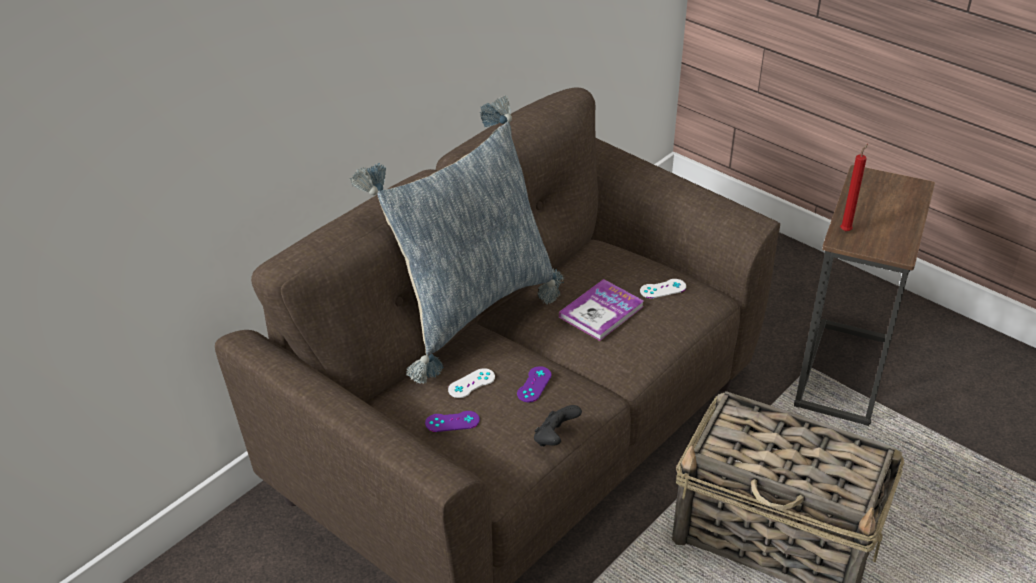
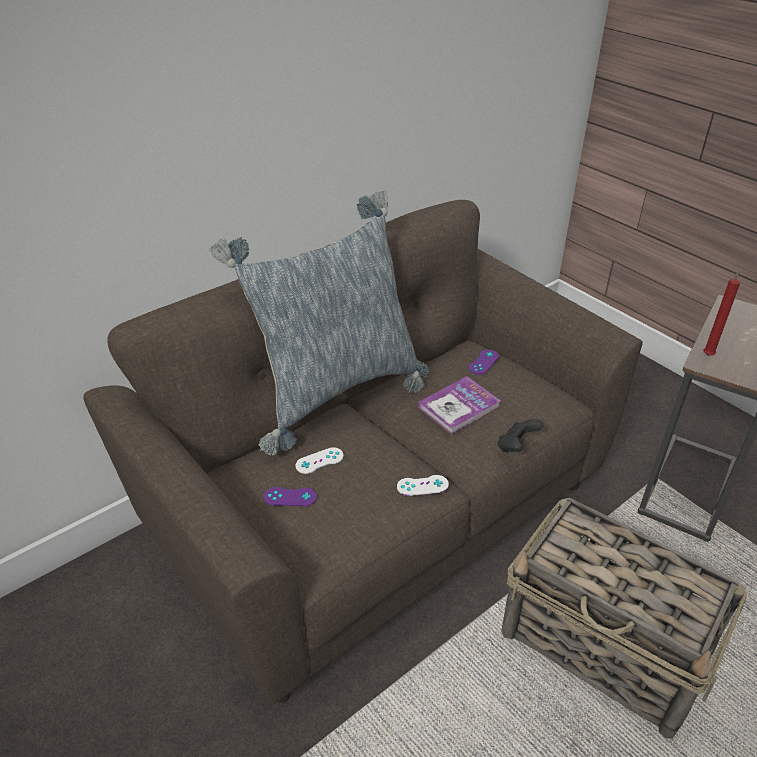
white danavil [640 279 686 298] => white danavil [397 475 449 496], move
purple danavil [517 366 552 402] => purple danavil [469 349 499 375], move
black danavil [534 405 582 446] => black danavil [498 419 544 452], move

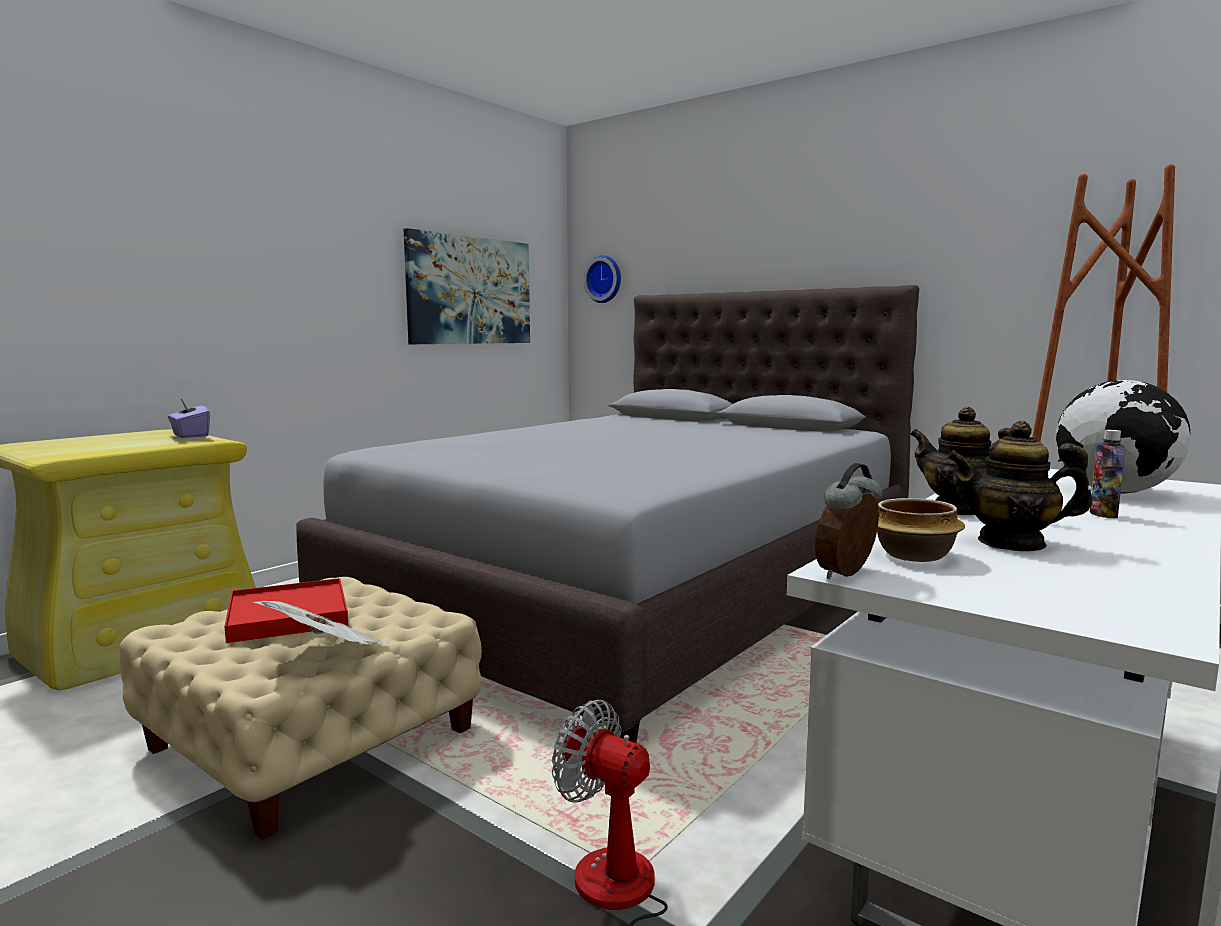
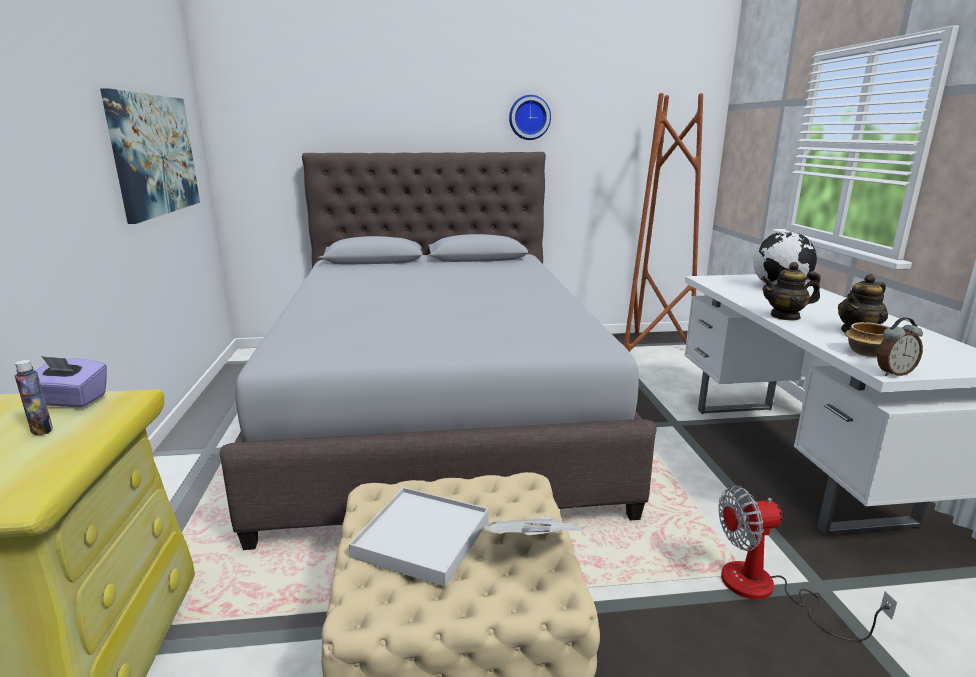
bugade [583 255 621 303] => bugade [509 95 551 140], move
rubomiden [1089 430 1125 518] => rubomiden [15 360 53 436], move
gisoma [815 463 882 579] => gisoma [877 317 923 376], 105 degrees counterclockwise
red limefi [224 578 348 643] => white limefi [349 487 488 587]

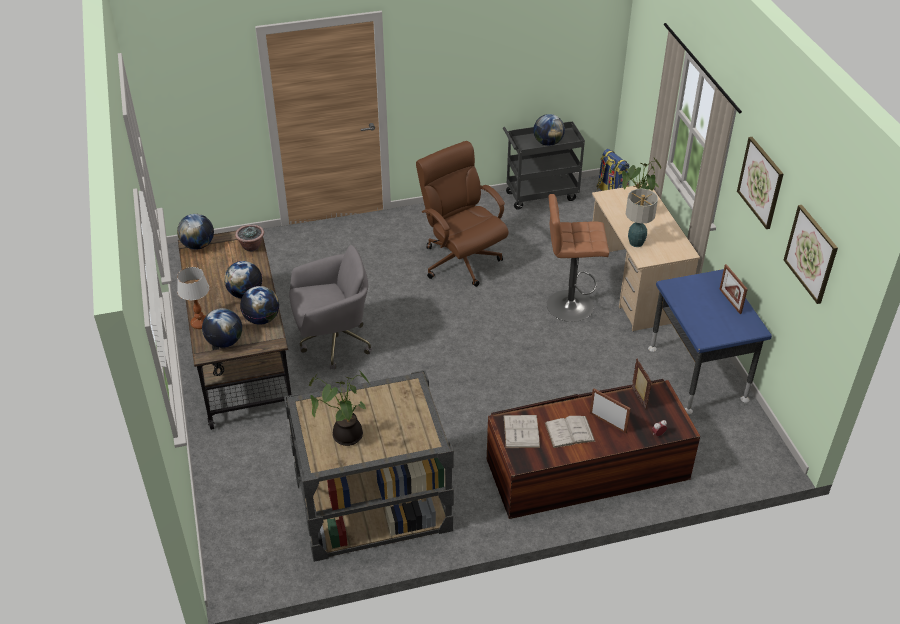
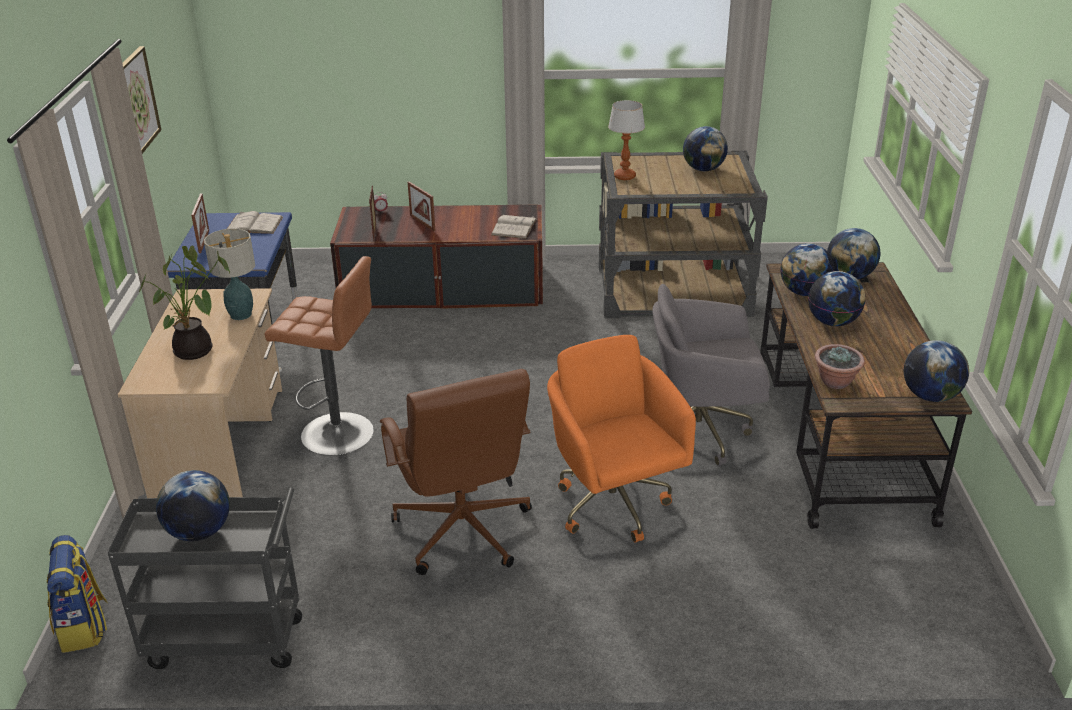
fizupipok [784 205 838 304] => nothing
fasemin [177 267 209 329] => fasemin [608 100 645 180], move
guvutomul [309 370 369 446] => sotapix [683 126 728 171]
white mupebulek [545 416 596 448] => white mupebulek [227 211 283 234], move
nothing => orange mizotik [547 335 696 543]

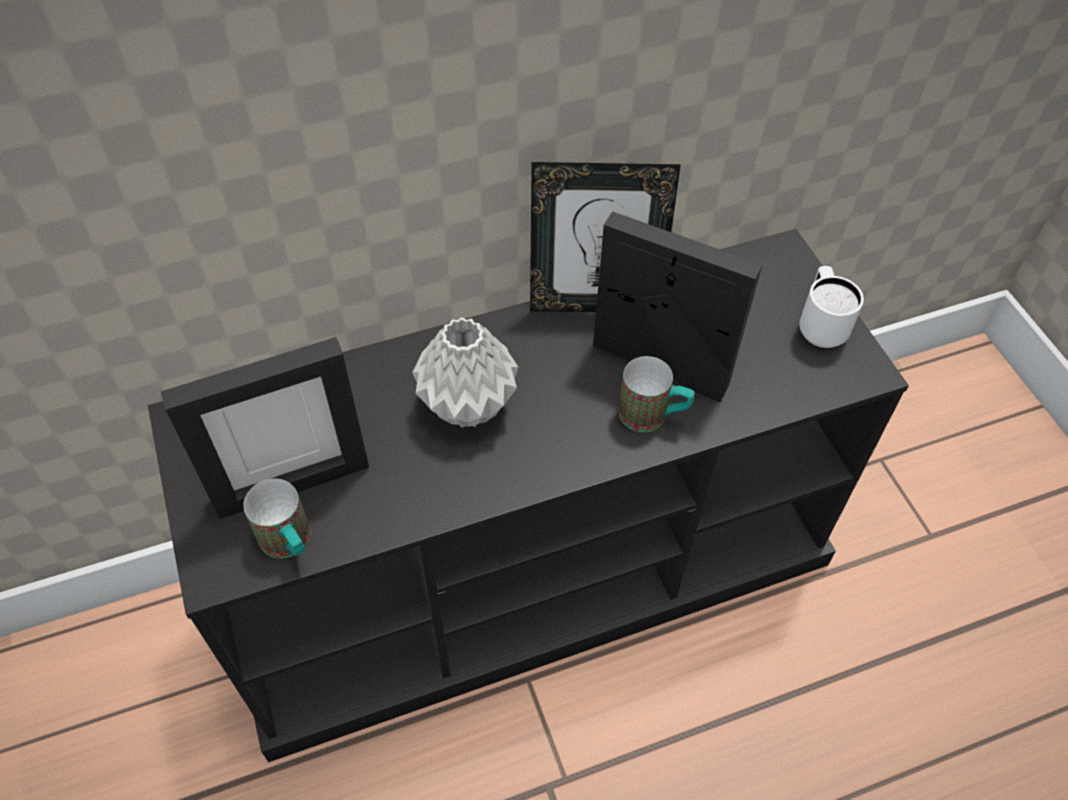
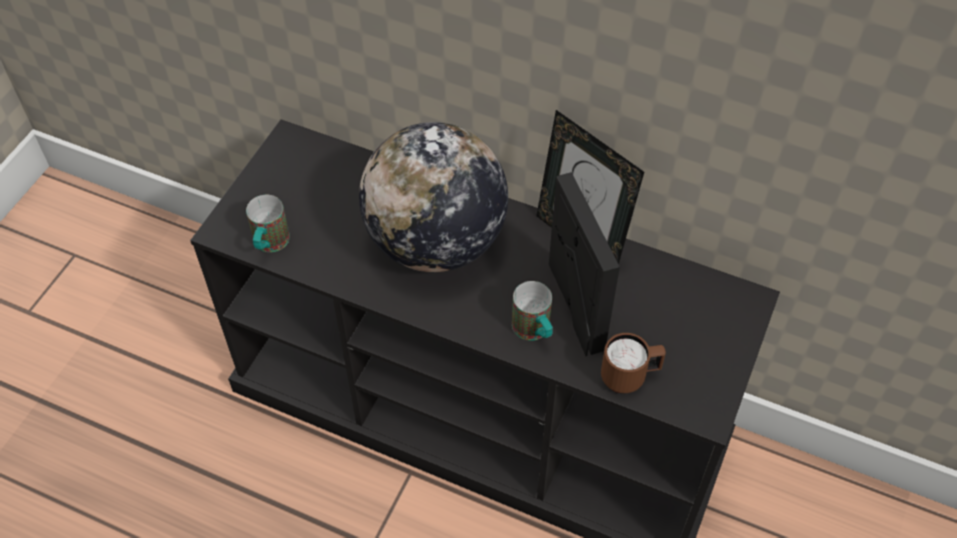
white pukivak [799 266 864 349] => nothing
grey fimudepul [412 317 518 428] => sotapix [359 122 508 272]
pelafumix [161 337 369 519] => nothing
nothing => brown pukivak [601 333 666 394]

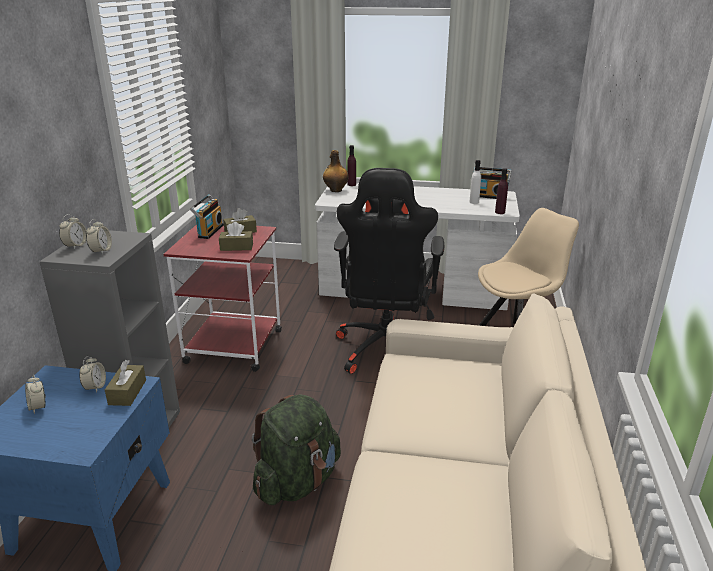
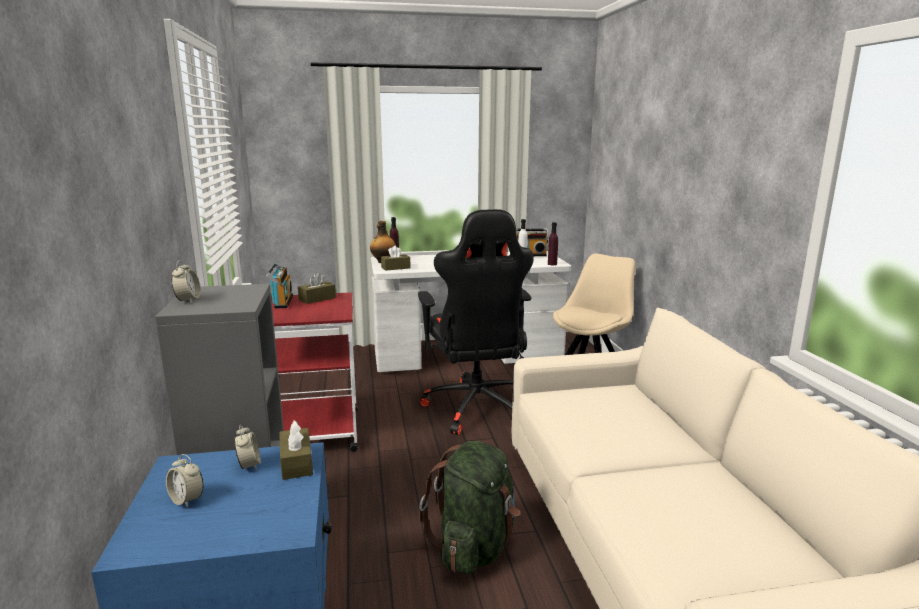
gisoma [86 219 112 254] => nothing
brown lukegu [219 222 253 251] => brown lukegu [381 246 411 271], move

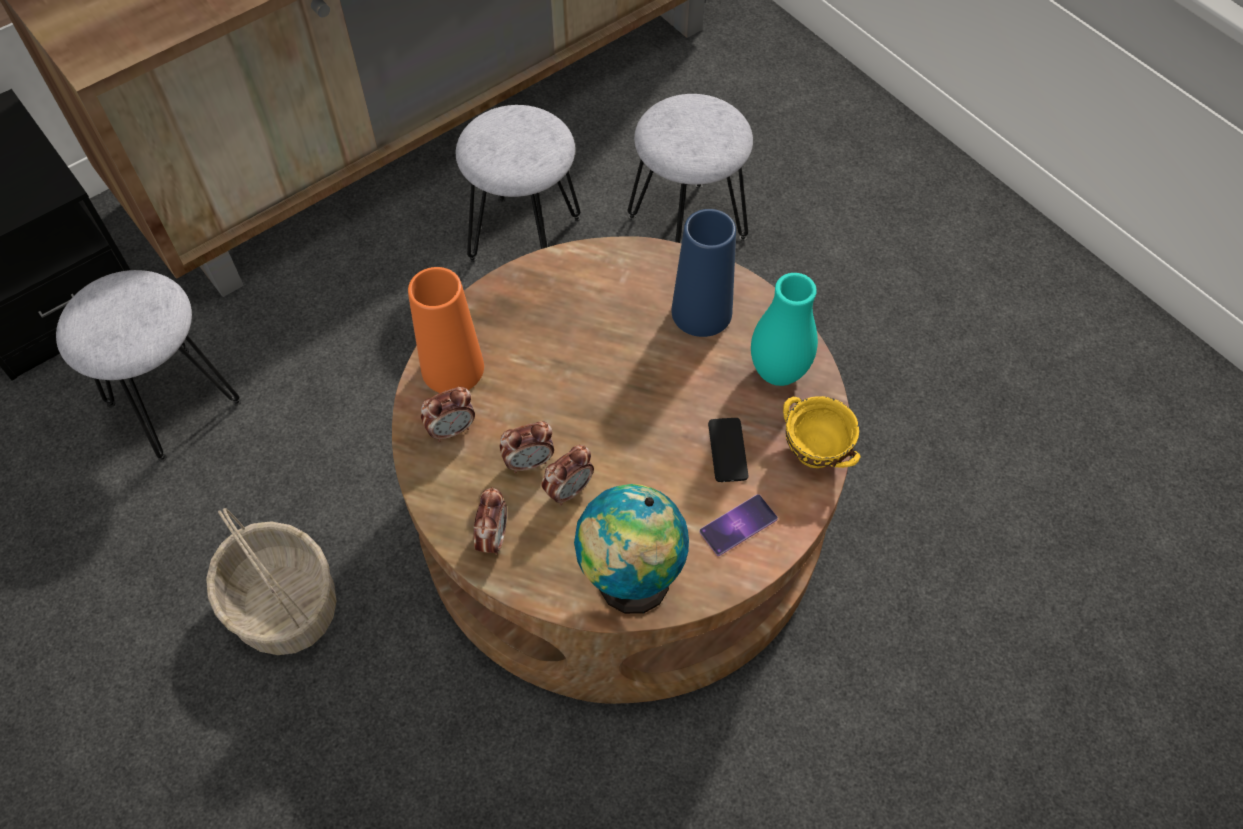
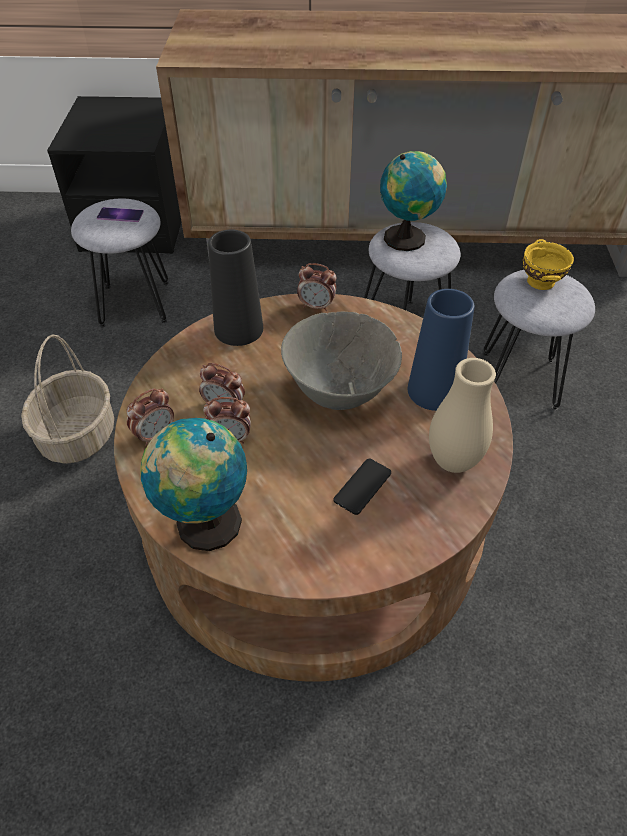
orange fimudepul [408 267 484 393] => black fimudepul [208 229 263 346]
turquoise fimudepul [751 273 818 386] => beige fimudepul [429 358 496 473]
gisoma [421 387 475 442] => gisoma [297 263 337 311], move
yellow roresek [783 396 860 468] => yellow roresek [523 239 574 290], move
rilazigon [700 494 778 556] => rilazigon [97 207 144 222], move
nothing => sotapix [380 151 447 251]
nothing => grey roresek [281 312 402 410]

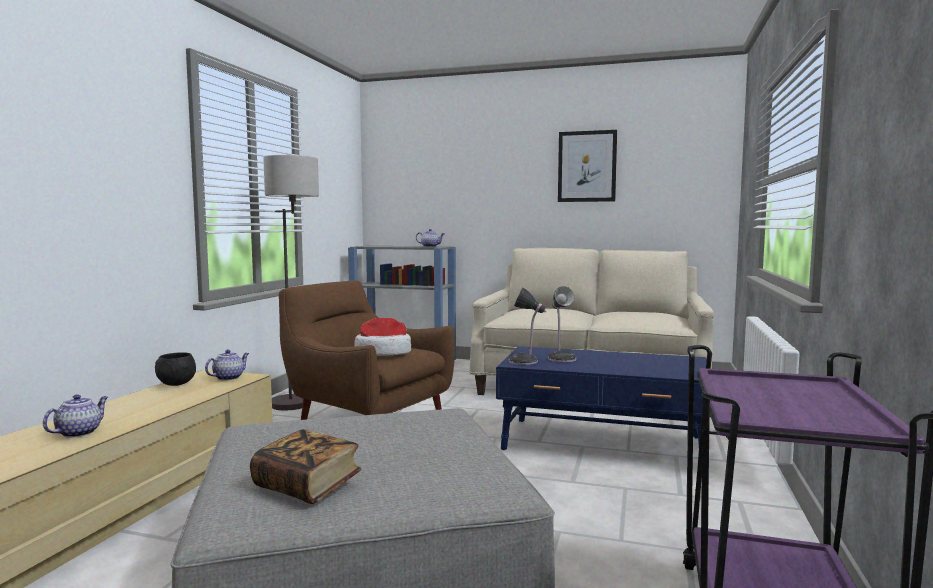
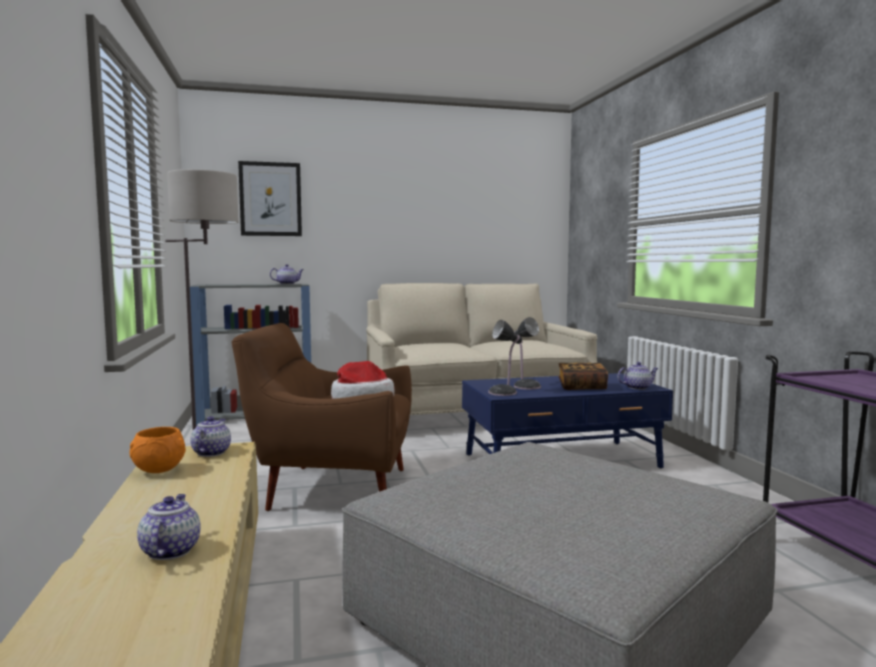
fizupipok [558 130 617 202] => fizupipok [238 161 302 236], move
black roresek [155 352 196 386] => orange roresek [130 427 186 473]
mupebulek [250 429 361 504] => mupebulek [559 363 608 390], move
nothing => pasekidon [617 362 658 390]

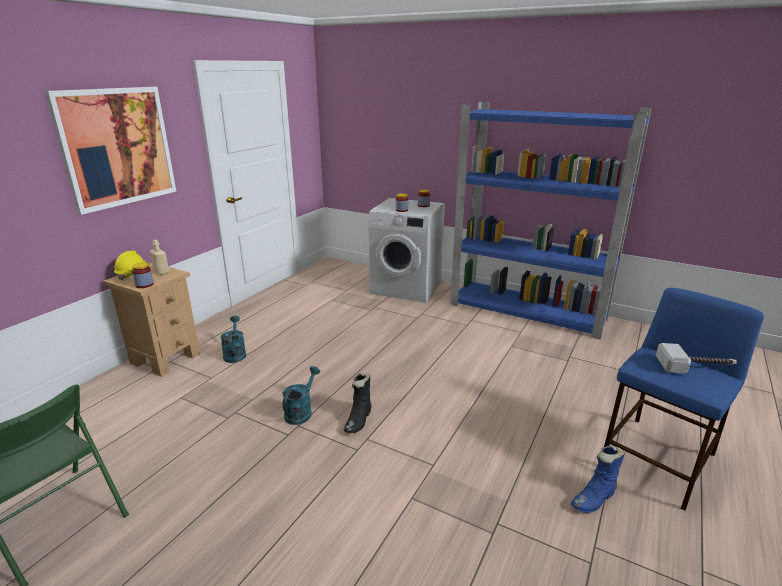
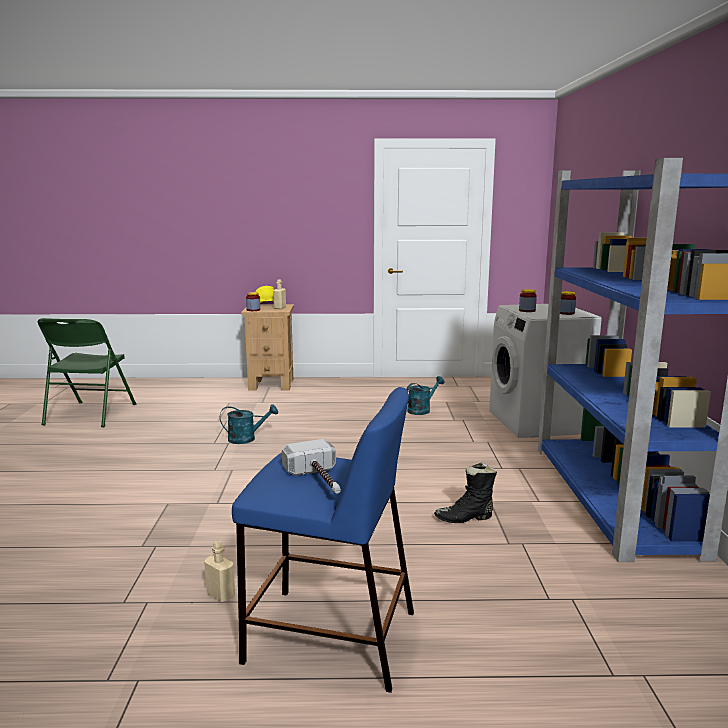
fizupipok [45 87 176 215] => nothing
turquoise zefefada [220 316 246 363] => turquoise zefefada [407 376 444 415], move
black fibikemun [344 373 372 433] => black fibikemun [434 462 497 523], move
blue fibikemun [571 445 625 513] => beige rubomiden [204 541 235 603]

